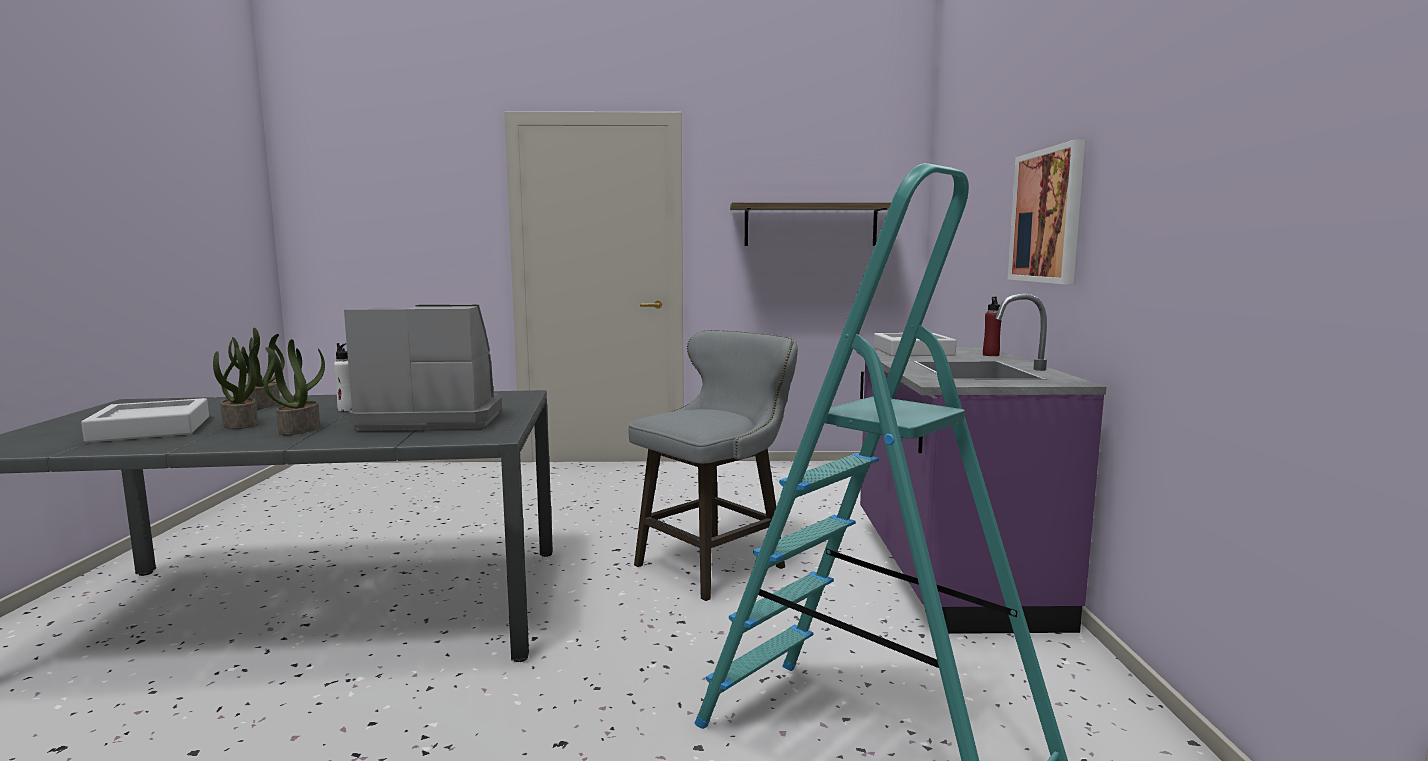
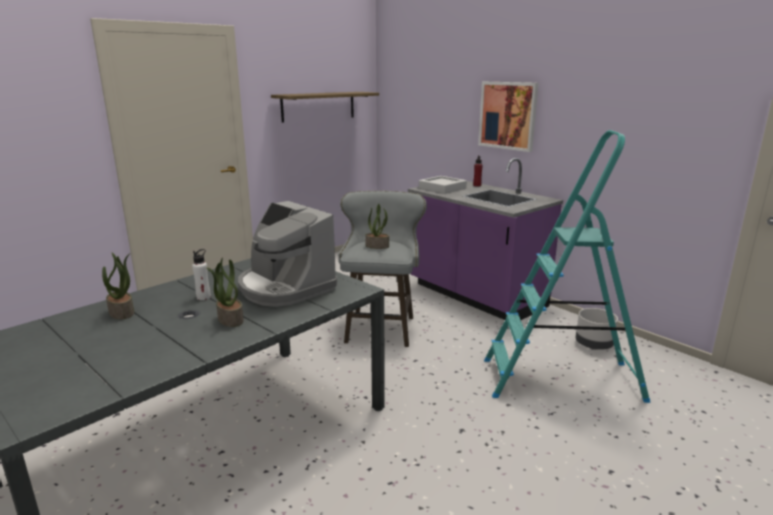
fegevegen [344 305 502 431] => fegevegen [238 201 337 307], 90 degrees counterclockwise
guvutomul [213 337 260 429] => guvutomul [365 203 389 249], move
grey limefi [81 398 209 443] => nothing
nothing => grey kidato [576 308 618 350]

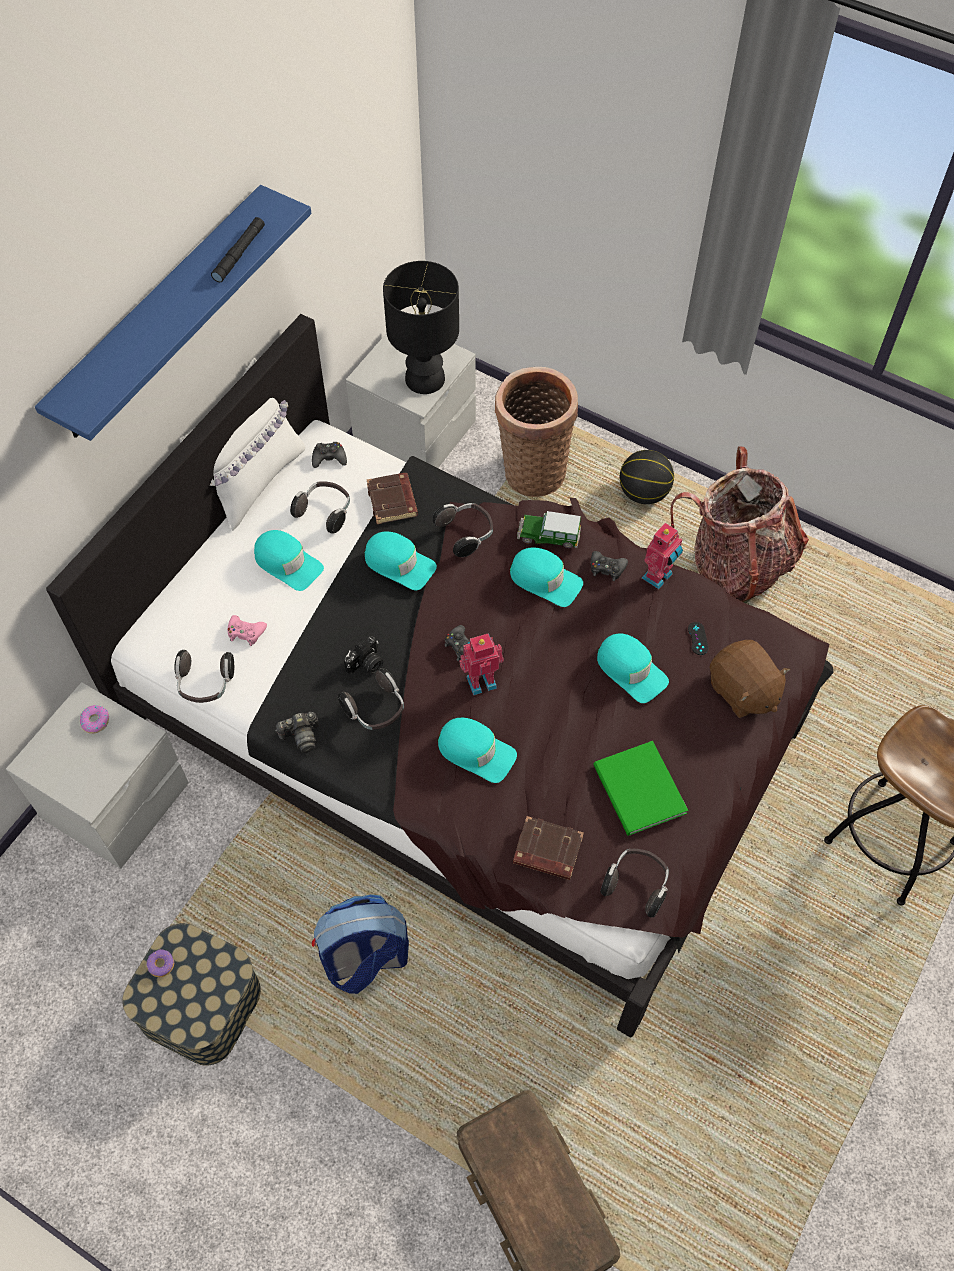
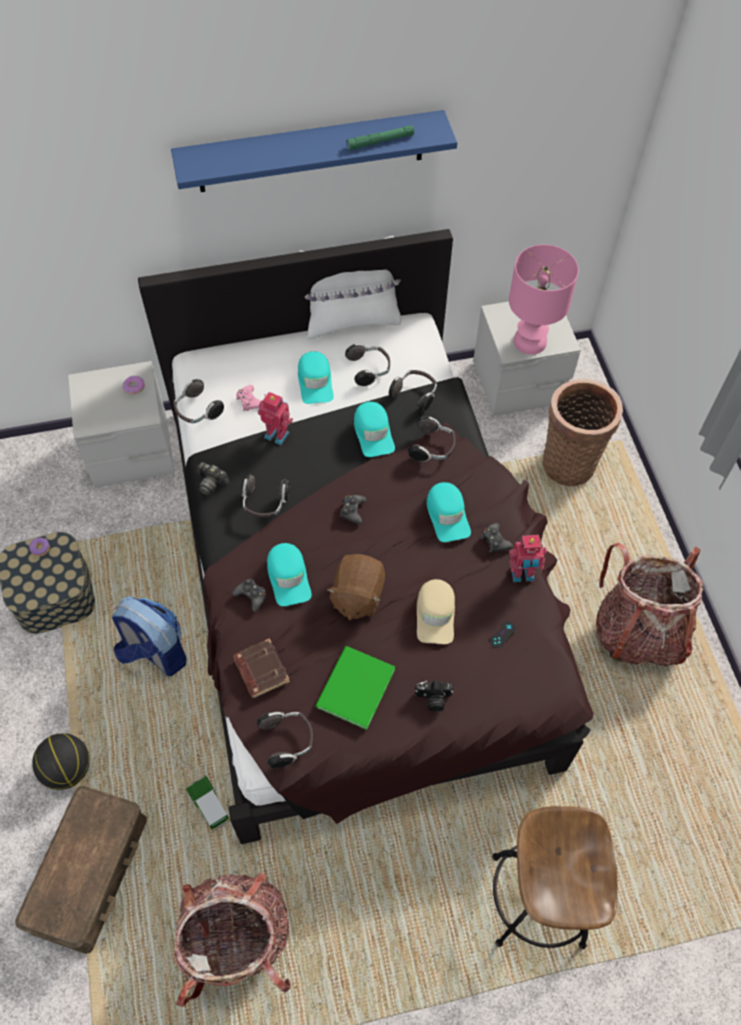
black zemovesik [211 217 265 282] => green zemovesik [347 125 414 150]
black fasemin [383 261 459 394] => pink fasemin [509 245 579 355]
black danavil [312 442 347 468] => black danavil [232 579 267 612], move
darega [619 450 674 504] => darega [32 733 90 790], move
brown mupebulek [367 473 418 524] => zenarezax [389 370 437 413]
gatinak [517 511 581 548] => gatinak [186 775 230 832], move
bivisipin [459 633 504 695] => bivisipin [258 392 293 445], move
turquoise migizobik [597 633 669 703] => beige migizobik [417 579 455 644]
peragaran [344 636 383 674] => peragaran [415 681 453 711], move
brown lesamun [710 640 790 718] => brown lesamun [327 554 385 620], move
nothing => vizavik [174 872 291 1007]

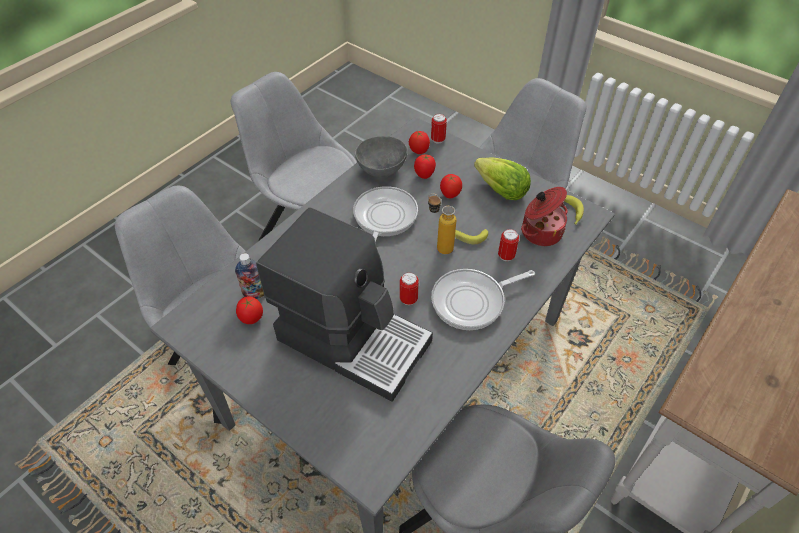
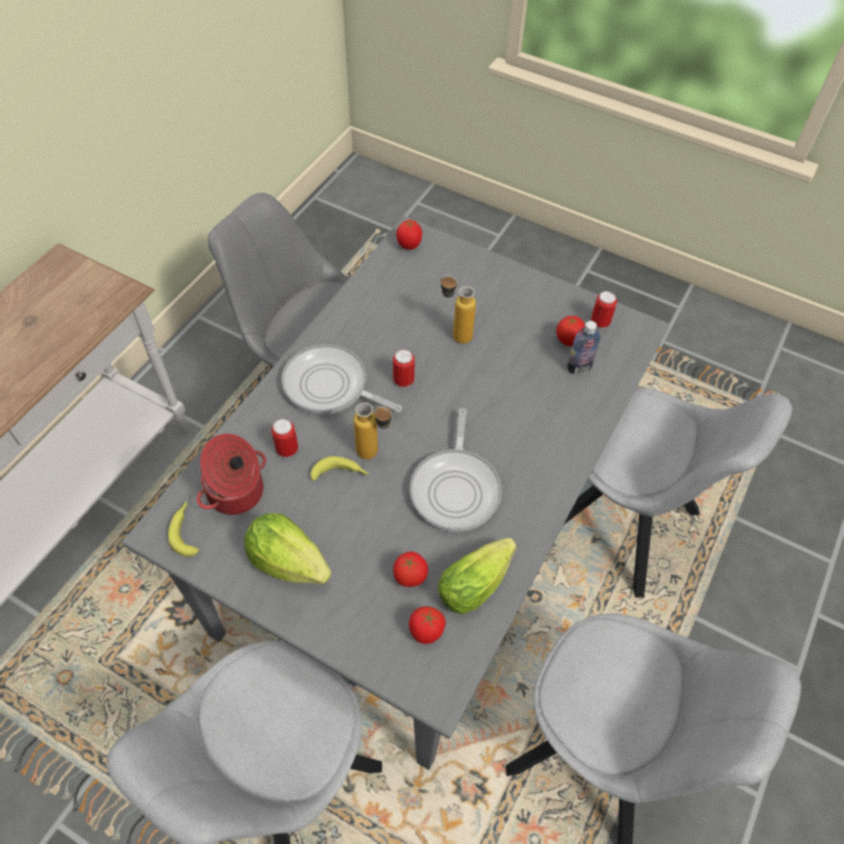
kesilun [431 114 447 144] => kesilun [591 291 617 329], move
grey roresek [355 136 407 177] => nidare [438 537 517 614]
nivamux [440 174 462 198] => nivamux [396 220 422 250], move
fegevegen [256 207 433 402] => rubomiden [440 275 476 344]
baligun [431 269 535 330] => baligun [281 344 402 414], 120 degrees counterclockwise

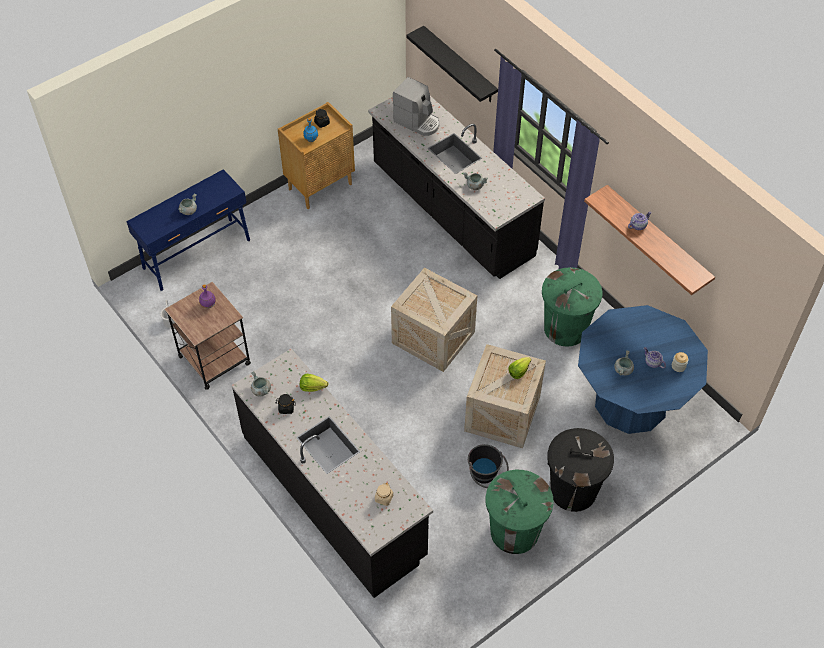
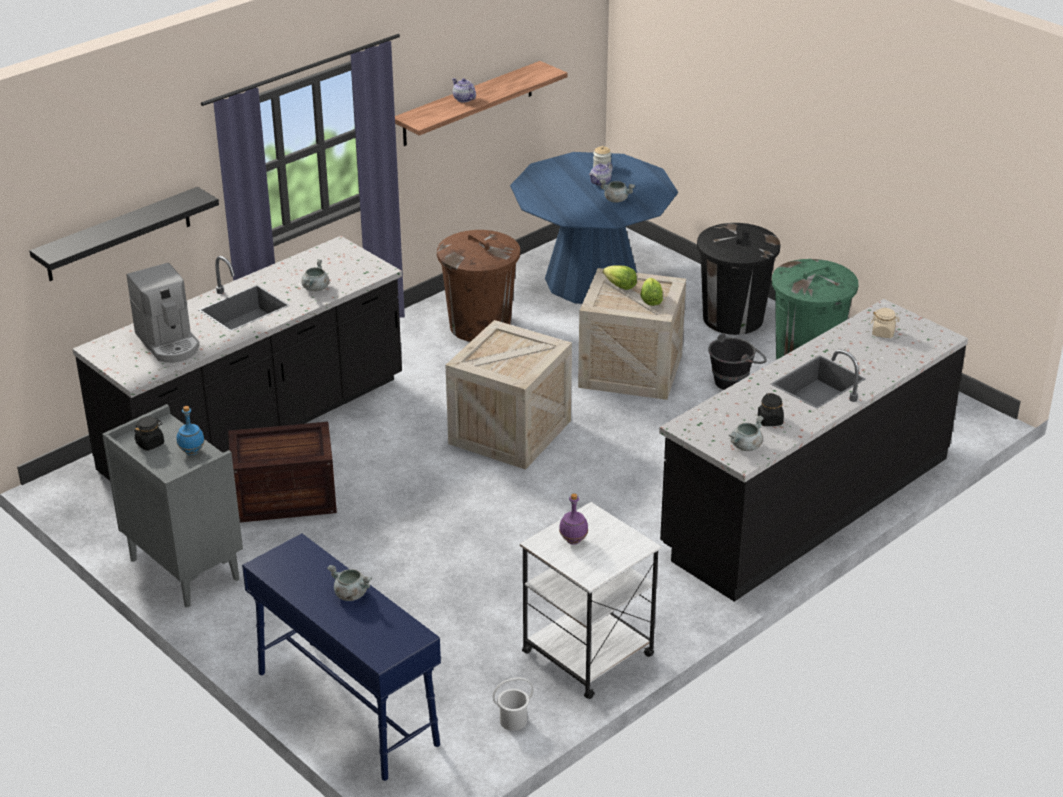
fegevegen [393 77 440 136] => fegevegen [127 263 200 363], 120 degrees clockwise
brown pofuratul [278 102 355 209] => grey pofuratul [102 404 243 608]
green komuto [542 267 602 347] => brown komuto [437 230 520 342]
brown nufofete [165 282 250 390] => white nufofete [520 502 661 699]
nidare [300 374 328 392] => nidare [640 278 663 306], move
nothing => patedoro [228 421 337 522]

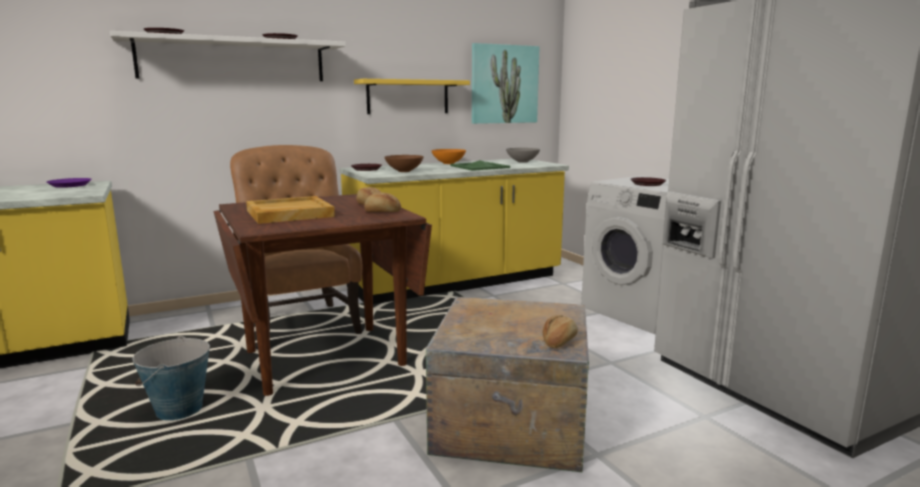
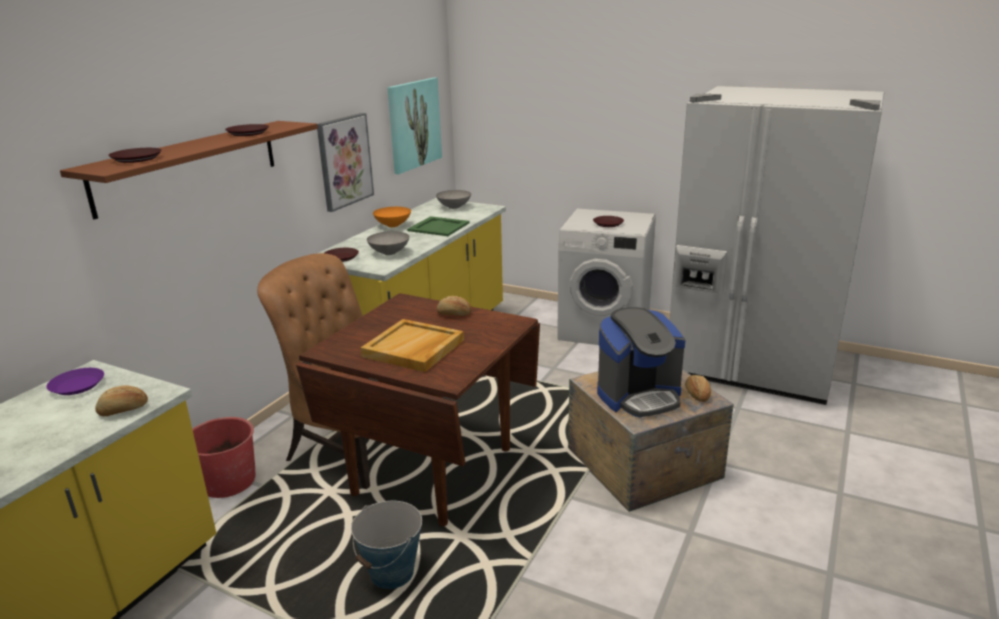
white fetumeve [110 31 346 81] => brown fetumeve [60 121 318 219]
yellow fetumeve [354 79 470 114] => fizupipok [317 113 374 212]
brown roresek [384 155 424 172] => grey roresek [367 231 410 255]
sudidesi [364 192 401 212] => sudidesi [95 385 148 416], move
nothing => fegevegen [597 307 686 418]
nothing => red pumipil [192 417 255 498]

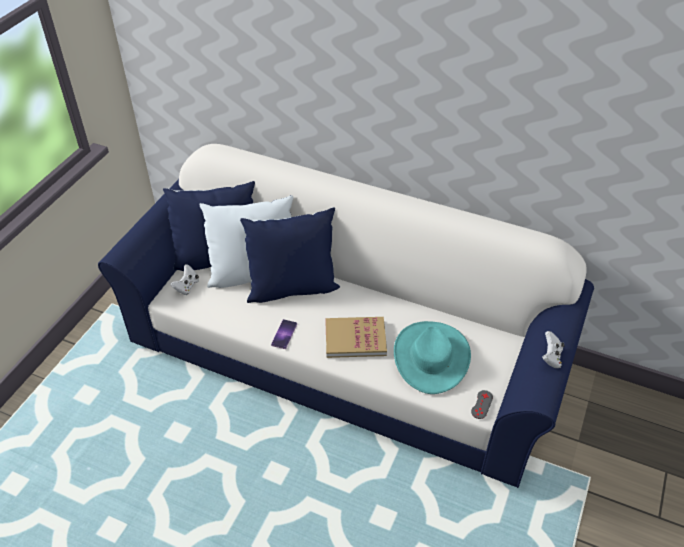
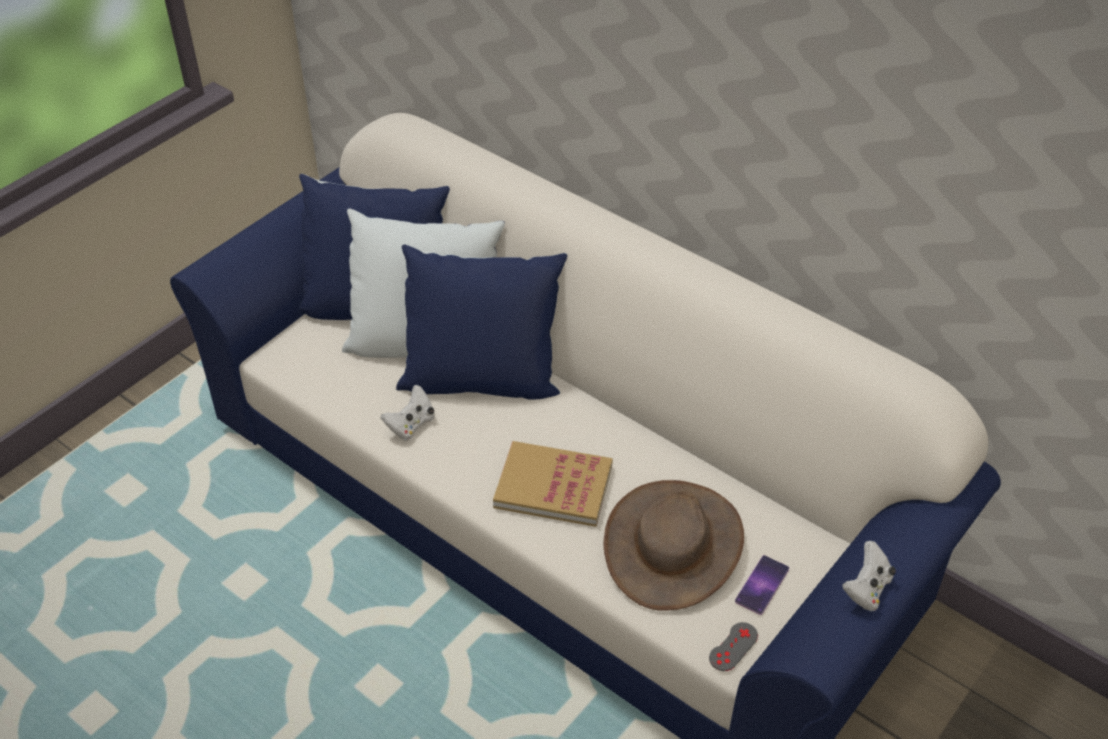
white danavil [170 264 199 295] => white danavil [381 385 435 440], move
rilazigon [271 319 297 349] => rilazigon [735 555 789 615], move
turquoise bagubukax [394 321 471 394] => brown bagubukax [603 480 744 611]

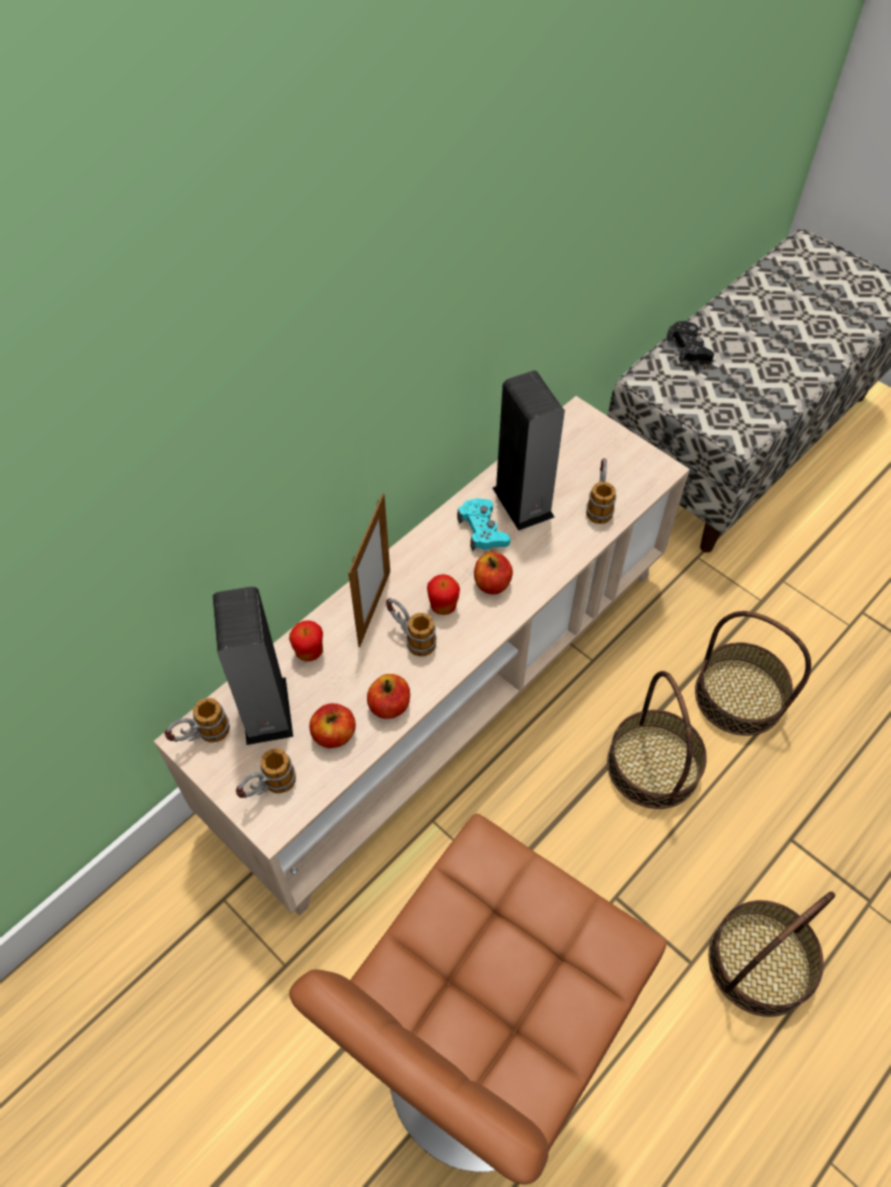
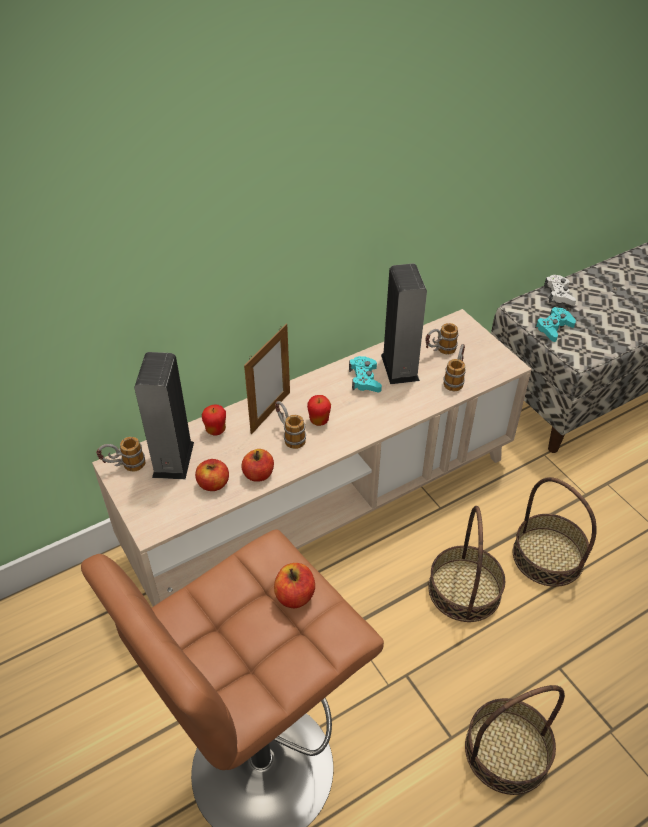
black danavil [667 321 714 363] => white danavil [544 275 576 306]
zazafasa [474 552 513 594] => zazafasa [274 563 315 608], move
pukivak [236 748 296 798] => pukivak [425 323 459 354], move
nothing => turquoise danavil [535 307 576 342]

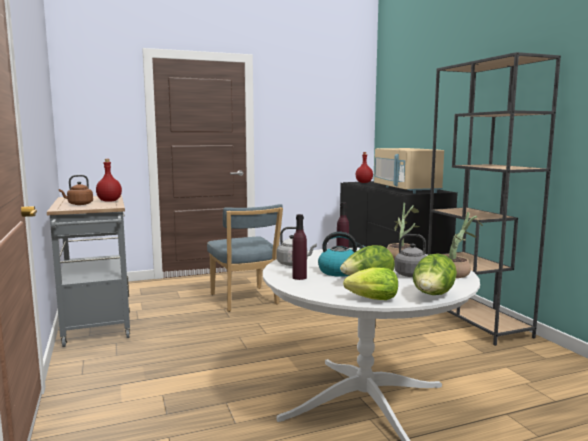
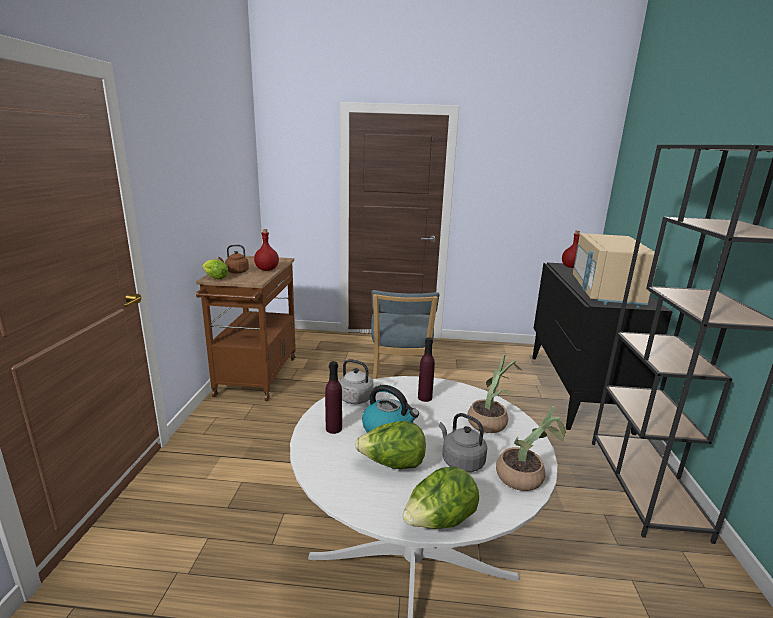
grey nufofete [47 195 130 347] => brown nufofete [196 256 296 401]
nidare [343 267 398 300] => nidare [202 259 229 280], move

